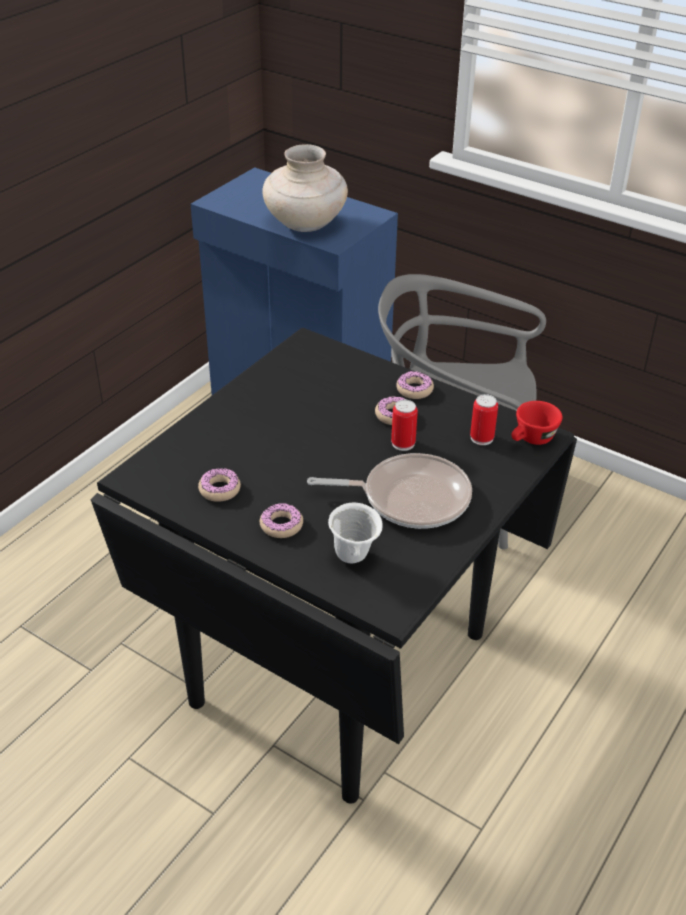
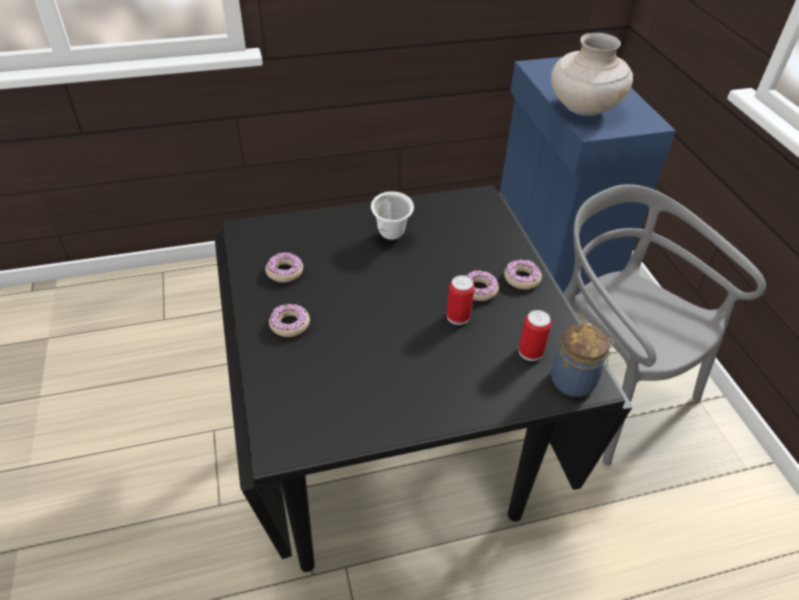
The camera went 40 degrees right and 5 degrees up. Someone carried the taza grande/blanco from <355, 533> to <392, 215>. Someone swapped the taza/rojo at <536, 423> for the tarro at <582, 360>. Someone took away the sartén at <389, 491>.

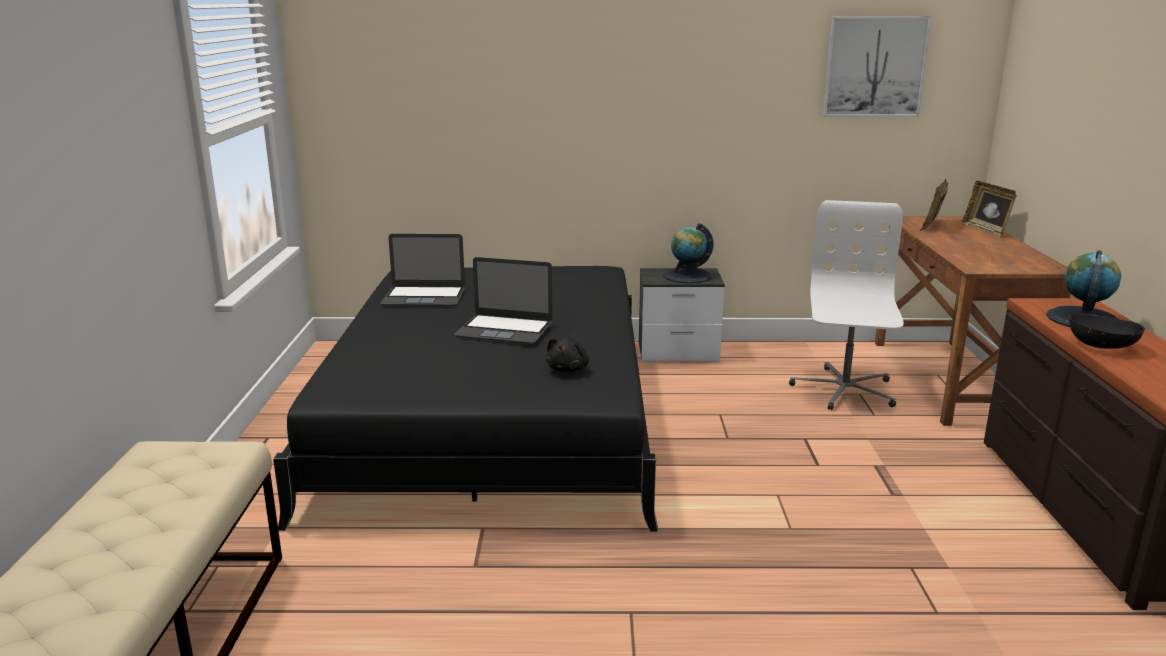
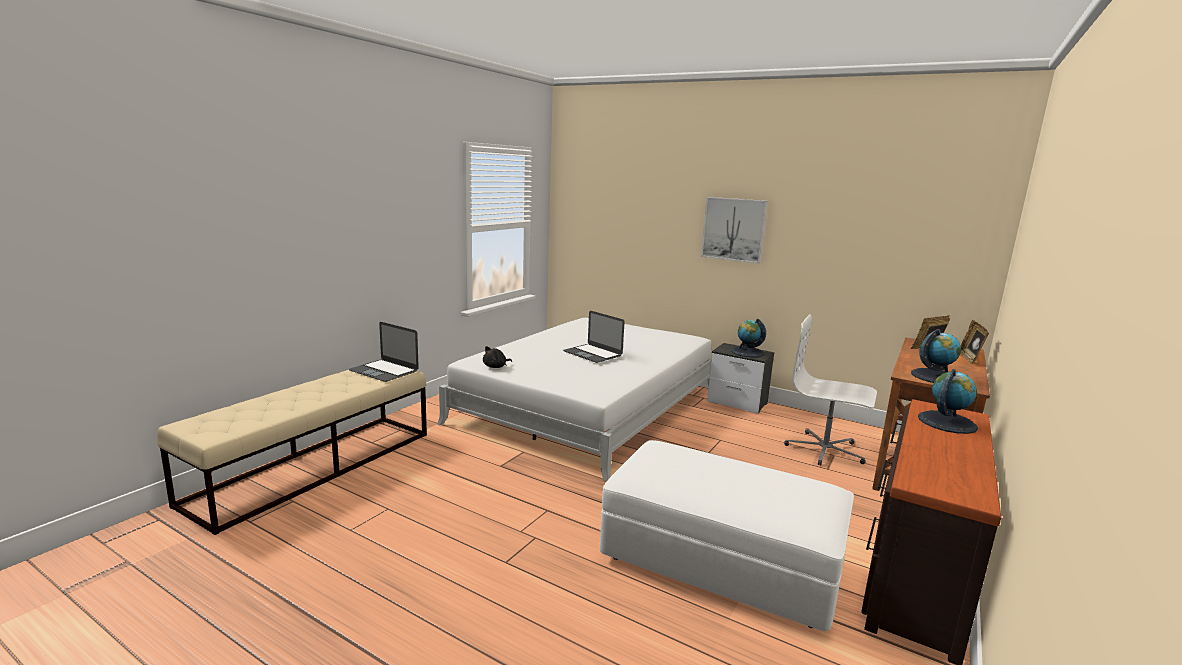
The camera went 30 degrees right and 5 degrees down. Someone carried the portátil from <422, 270> to <384, 352>. Someone repainted the cama/negro at <465, 399>, which became the cama/blanco at <574, 400>. Someone carried the peluche/negro from <568, 355> to <497, 357>. Someone put down the puf/blanco at <727, 535>. Someone carried the cuadro from <877, 67> to <734, 230>. Someone rotated the silla de oficina/blanco at <846, 305> by 105 degrees counterclockwise. Someone put down the globo terráqueo at <936, 356>. Someone took away the cuenco/negro at <1107, 331>.

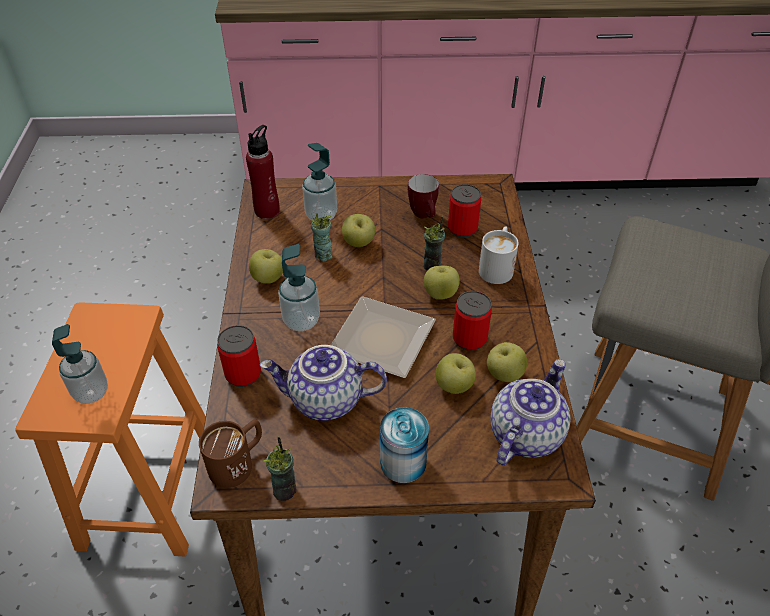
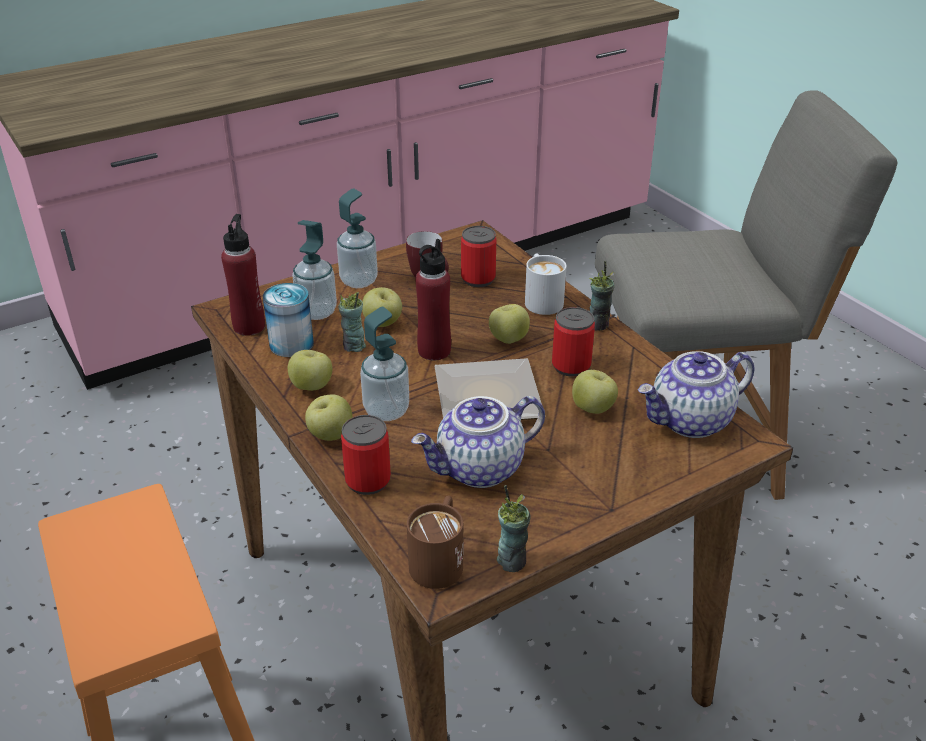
The camera went 30 degrees left and 10 degrees down. Someone carried the lata from <404, 445> to <288, 320>. Someone carried the manzana from <507, 362> to <328, 418>. Someone carried the dispensador de jabón from <80, 364> to <357, 238>. Someone put down the botella/rojo at <433, 300>. Someone carried the taza from <434, 243> to <602, 296>. Someone rotated the tetera at <531, 412> by 120 degrees counterclockwise.

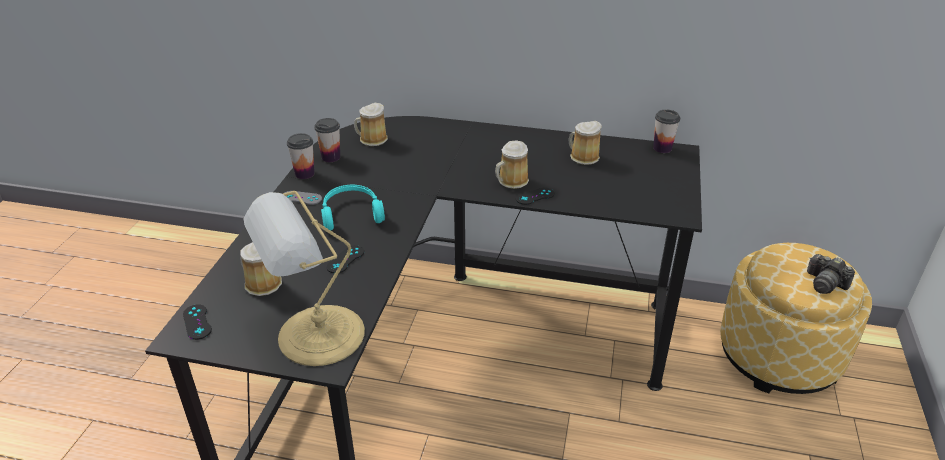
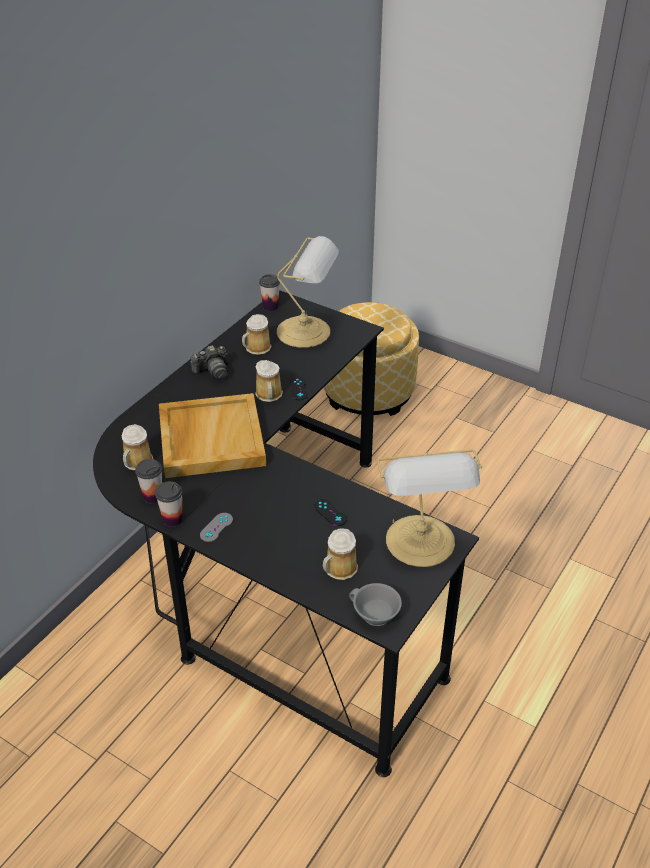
The camera went 70 degrees left and 5 degrees up. Someone put down the bandeja/beis at <212, 435>. Someone carried the cámara from <831, 274> to <209, 362>. Someone put down the lámpara de mesa at <308, 292>. Someone swapped the mando de consola/negro at <197, 322> for the taza/gris at <375, 604>. Someone took away the auriculares/turquesa at <353, 207>.

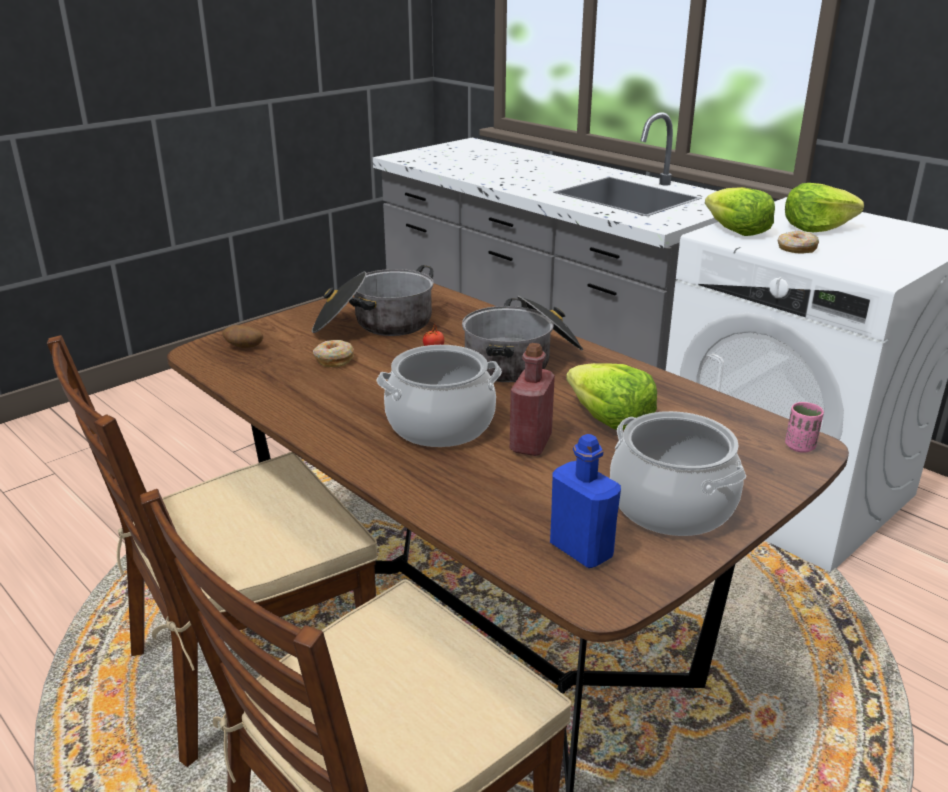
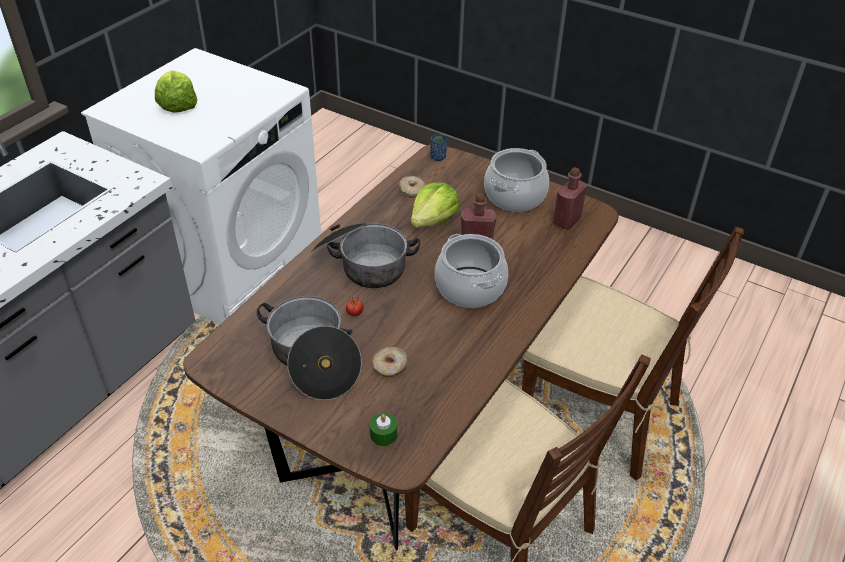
The camera went 105 degrees left and 15 degrees up. Someone swapped the patata at <242, 336> for the vela/verde at <383, 429>. Someone carried the rosquilla from <798, 242> to <412, 187>. Someone repainted the taza/rosa at <804, 427>, which became the taza/azul at <438, 147>. Someone repainted the botella/azul at <585, 501>, which became the botella/rojo at <570, 198>. Someone took away the lechuga at <740, 211>.

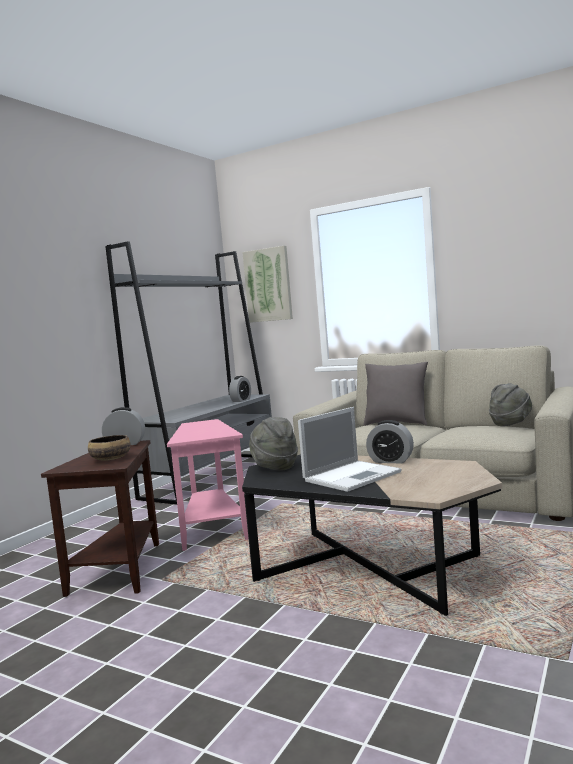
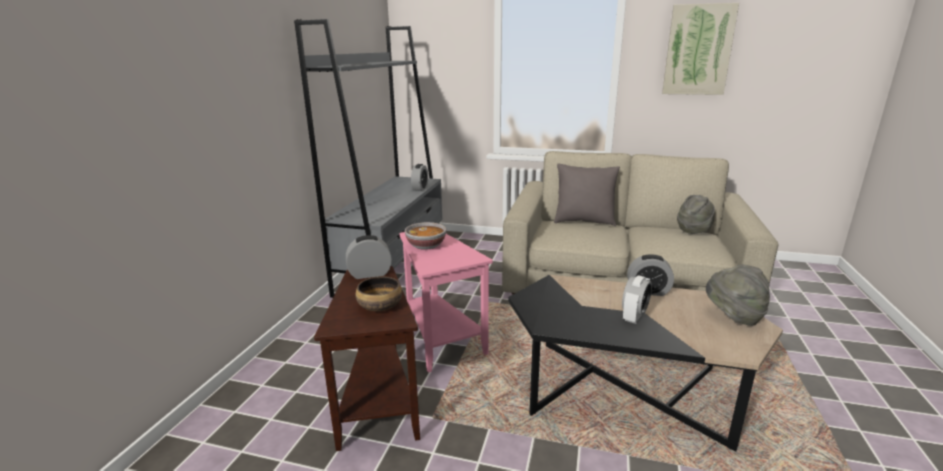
The camera went 15 degrees left and 15 degrees up. Someone put down the cuenco at <425, 236>. Someone swapped the portátil at <349, 449> for the despertador at <637, 299>. Someone carried the cuadro from <267, 284> to <700, 49>. Someone carried the sombrero/gris from <273, 444> to <738, 295>.

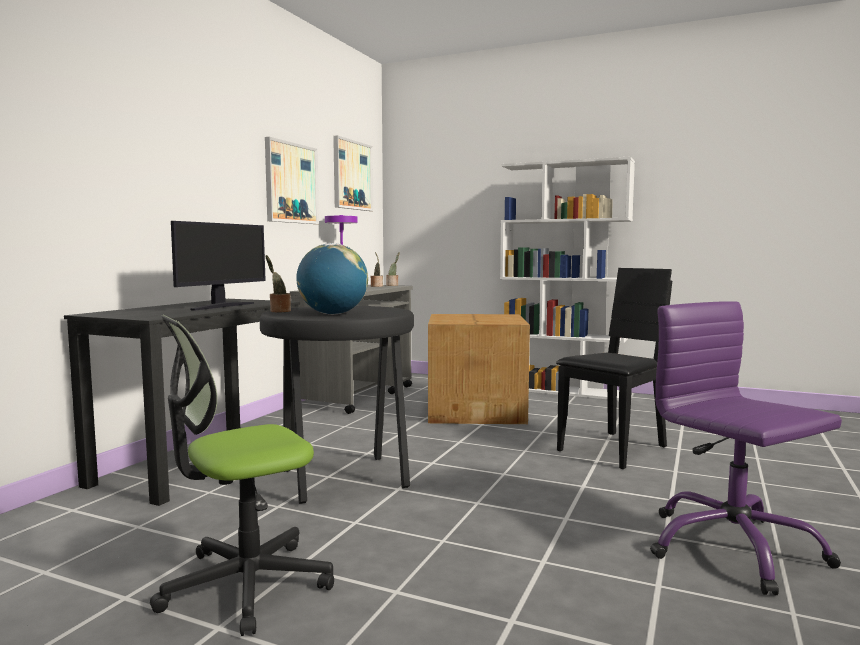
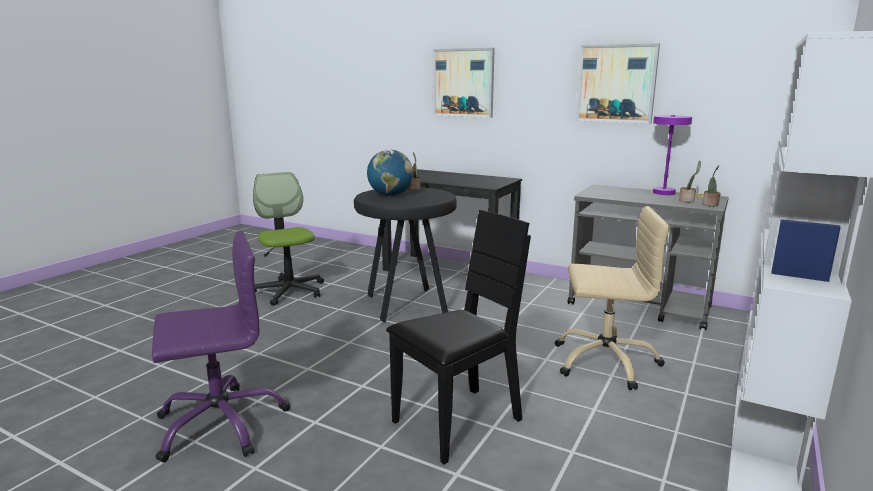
The camera went 95 degrees right and 10 degrees up. Someone rotated the silla/negro at <614, 368> by 90 degrees counterclockwise. Someone carried the cuadro from <353, 173> to <464, 83>. Someone swapped the caja de cartón at <479, 369> for the silla de oficina/beis at <612, 298>. Someone took away the monitor at <218, 266>.

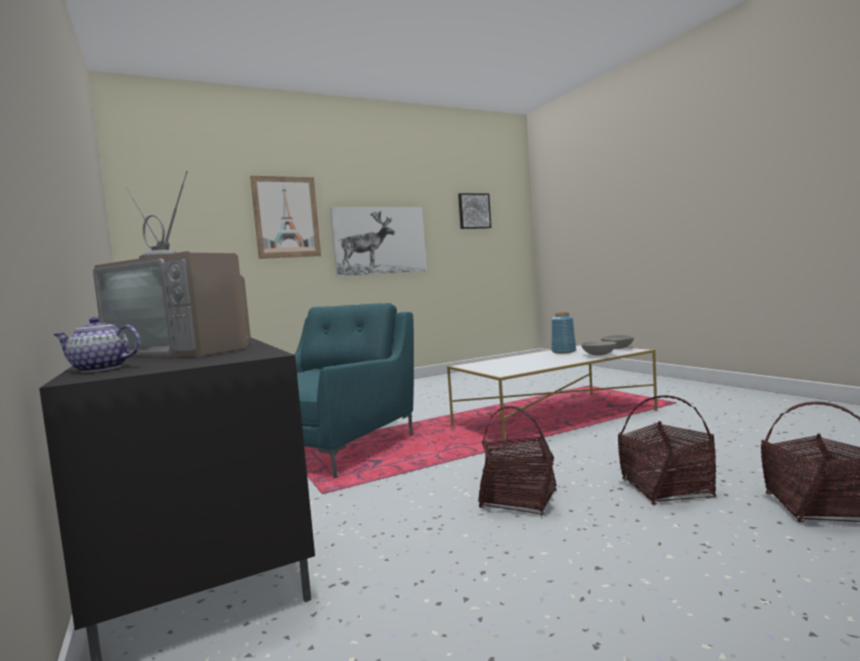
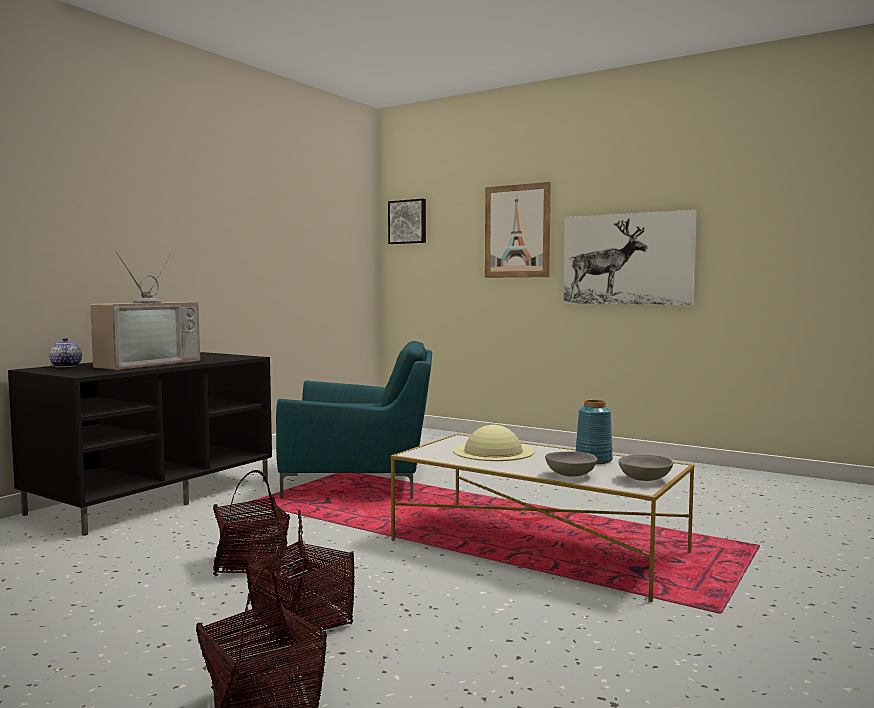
The camera went 60 degrees right and 0 degrees up. Someone rotated the televisor at <172, 263> by 150 degrees counterclockwise. Someone carried the cuadro from <474, 211> to <407, 221>. Someone put down the sombrero/beis at <493, 443>.

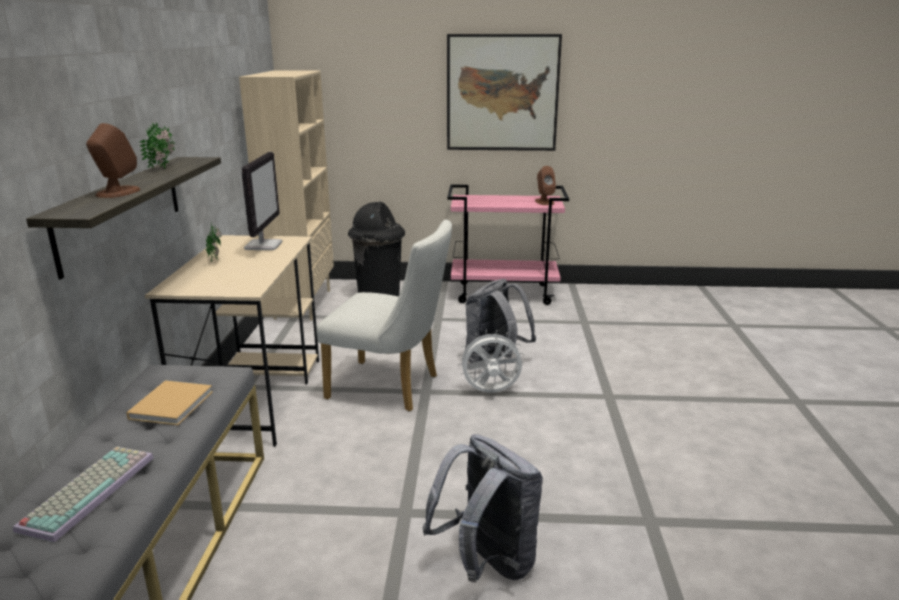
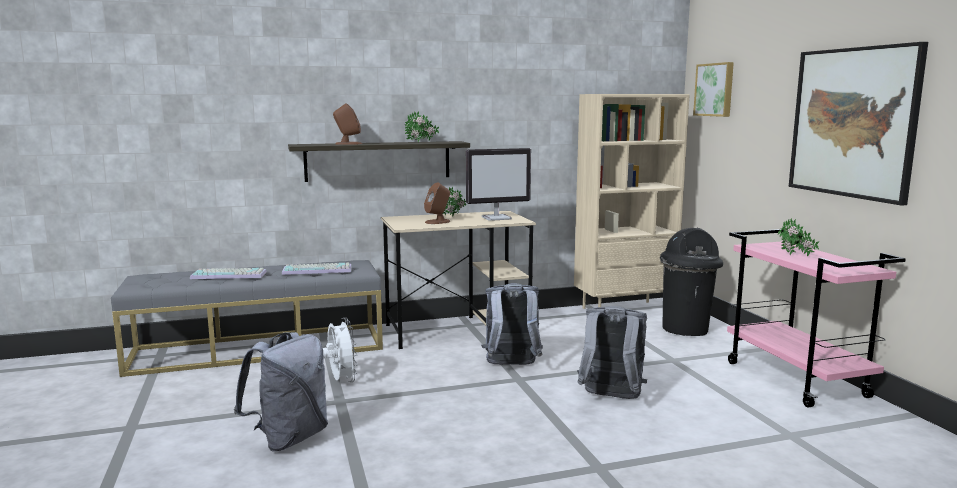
The camera went 70 degrees right and 10 degrees down. Someone swapped the libro/beis at <169, 403> for the teclado at <317, 269>. Someone carried the ventilador/blanco from <491, 361> to <340, 350>. Someone carried the altavoz/marrón from <545, 185> to <437, 203>. Someone swapped the silla/blanco at <384, 316> for the mochila/gris at <512, 324>. Someone put up the cuadro at <713, 89>. Someone put down the planta en maceta at <798, 237>.

